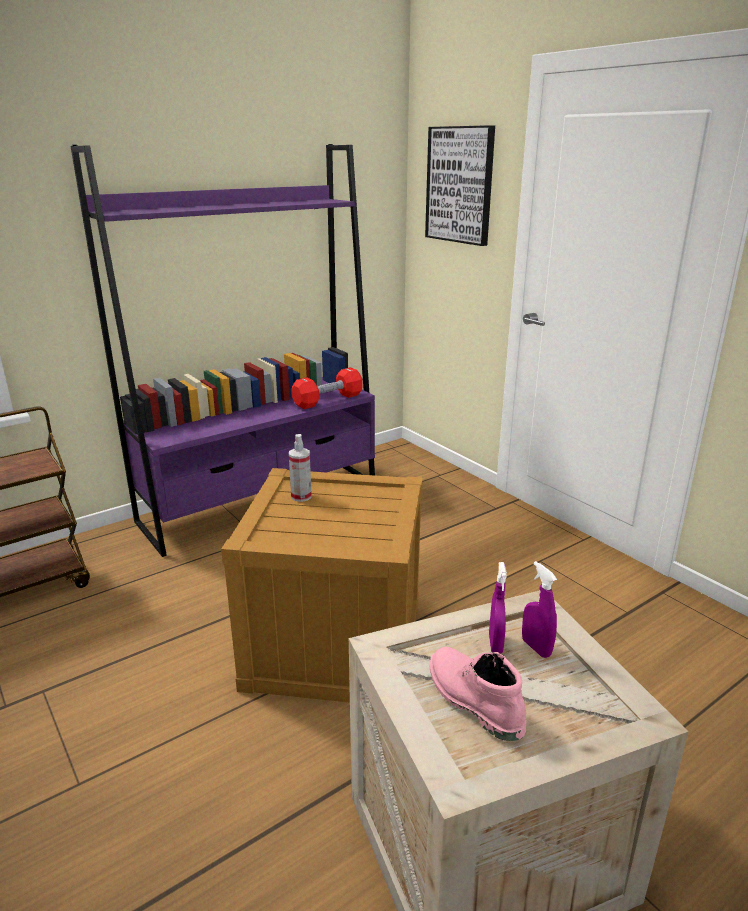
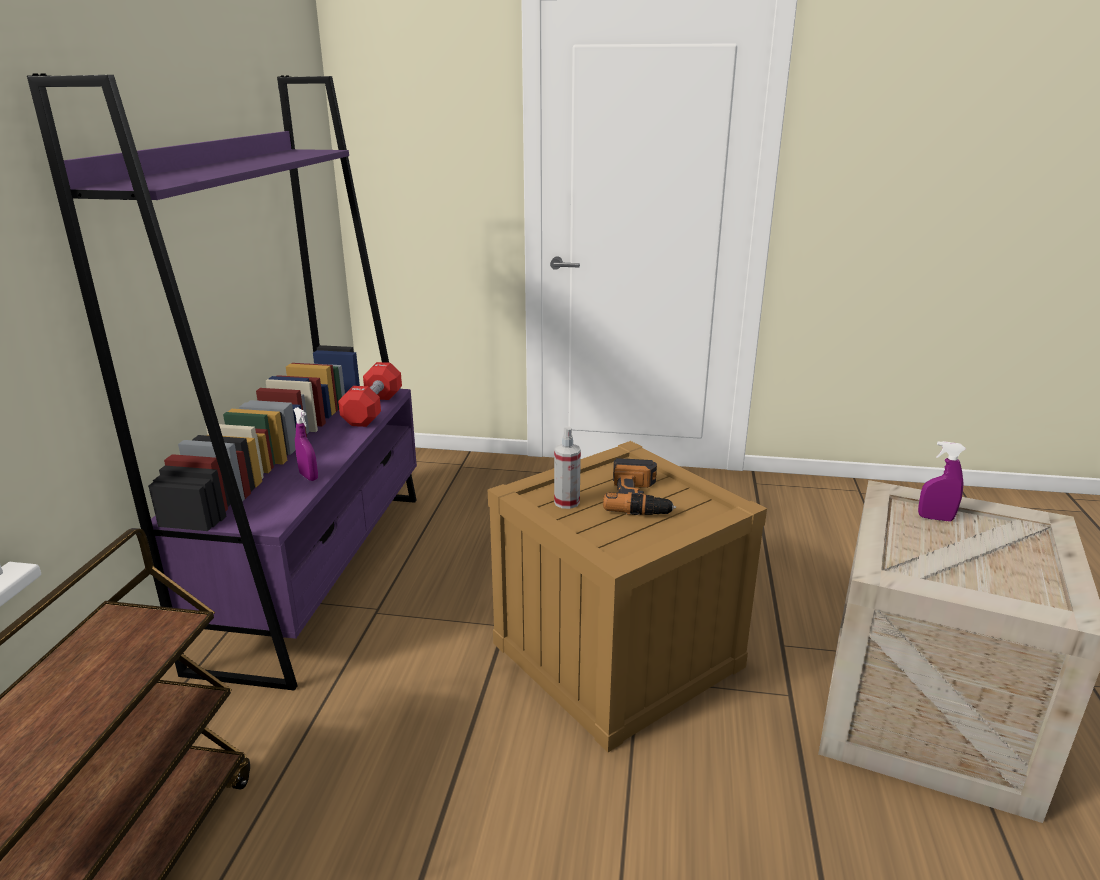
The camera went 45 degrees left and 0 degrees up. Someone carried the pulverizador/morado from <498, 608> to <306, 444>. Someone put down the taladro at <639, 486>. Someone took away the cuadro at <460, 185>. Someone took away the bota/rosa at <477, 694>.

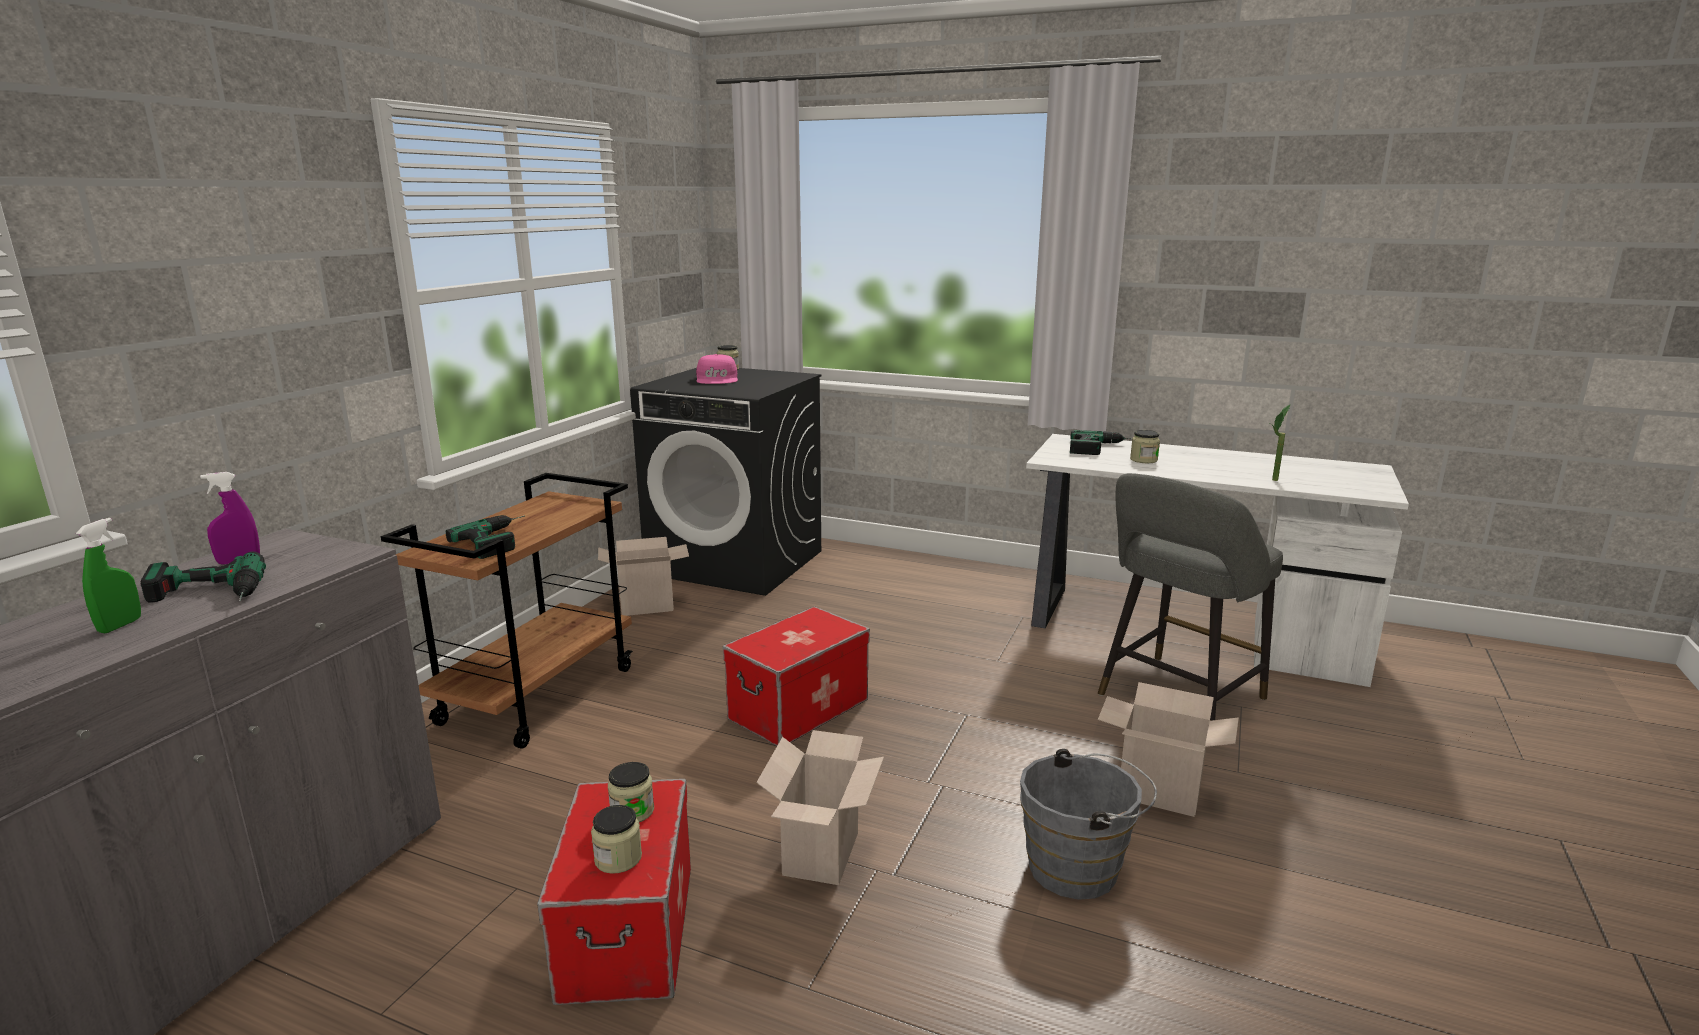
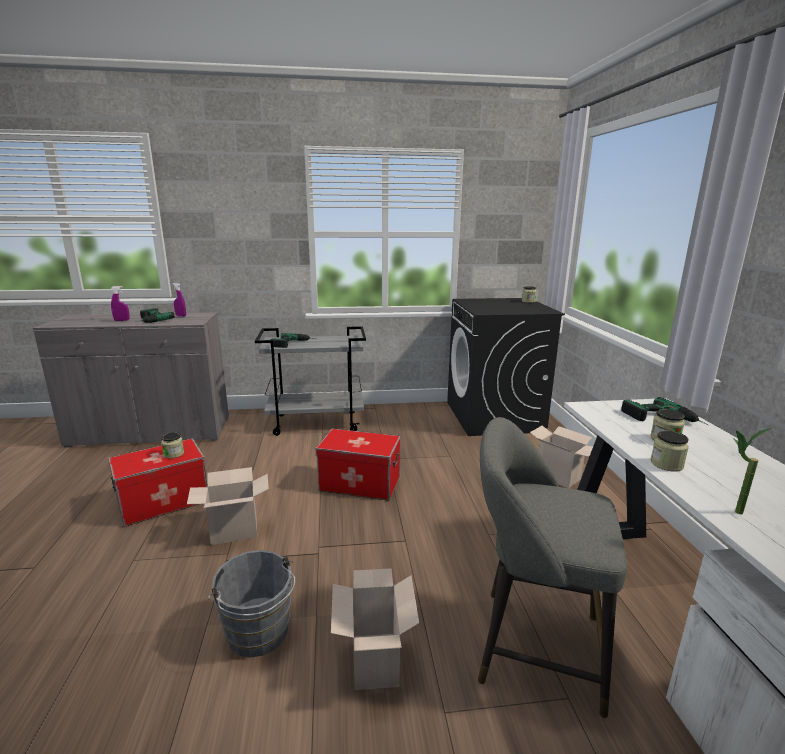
The camera went 60 degrees right and 0 degrees up. Someone repainted the pulverizador/verde at <108, 575>, which became the pulverizador/morado at <120, 303>. Someone repainted the carrito/marrón at <507, 611>, which became the carrito/gris at <310, 381>. Someone carried the caja de cartón from <643, 576> to <561, 457>. Someone carried the tarro from <616, 839> to <669, 450>. Someone took away the gorra/rosa at <717, 369>.

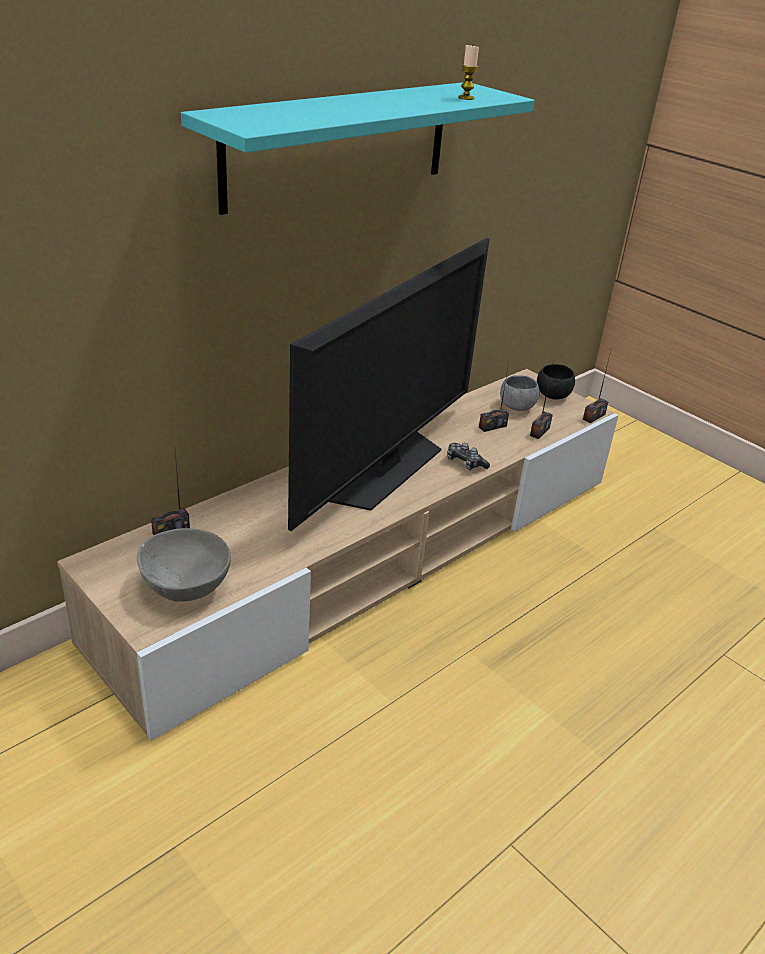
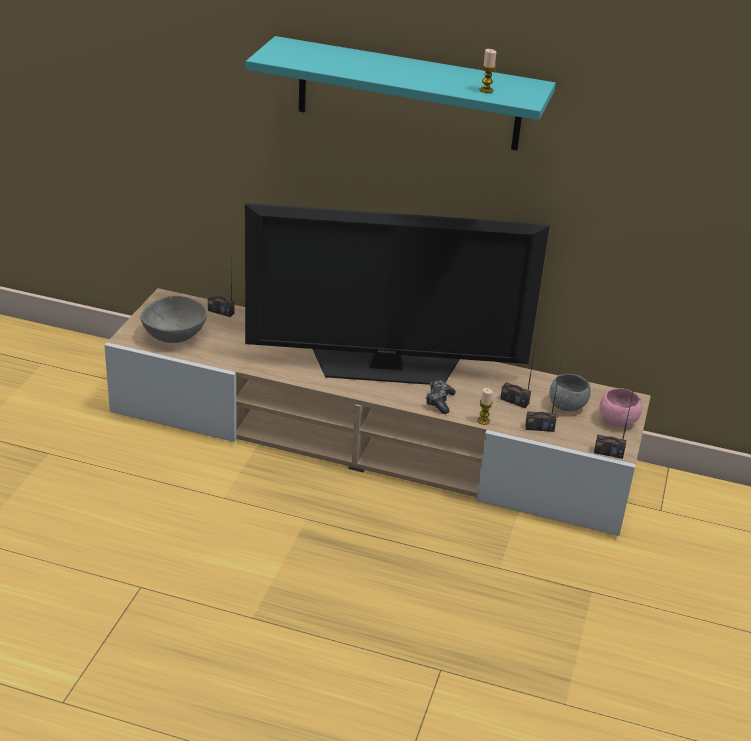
The camera went 60 degrees right and 0 degrees up. Someone put down the vela at <485, 406>. Someone repainted the cuenco/negro at <556, 381>, which became the cuenco/rosa at <621, 407>.

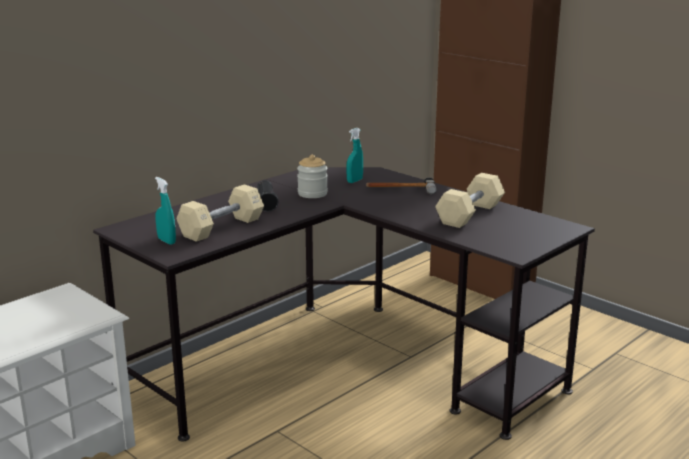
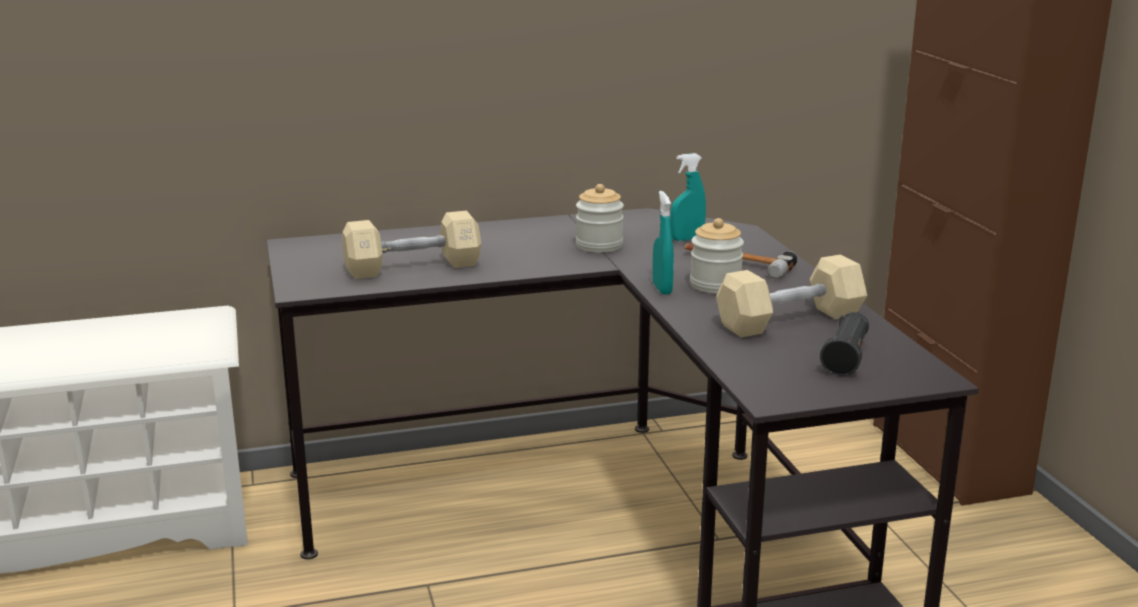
The camera went 30 degrees right and 0 degrees up. Someone carried the pulverizador/turquesa from <165, 211> to <663, 243>. Someone put down the tarro at <717, 255>. Someone carried the linterna/negro from <267, 196> to <844, 344>.

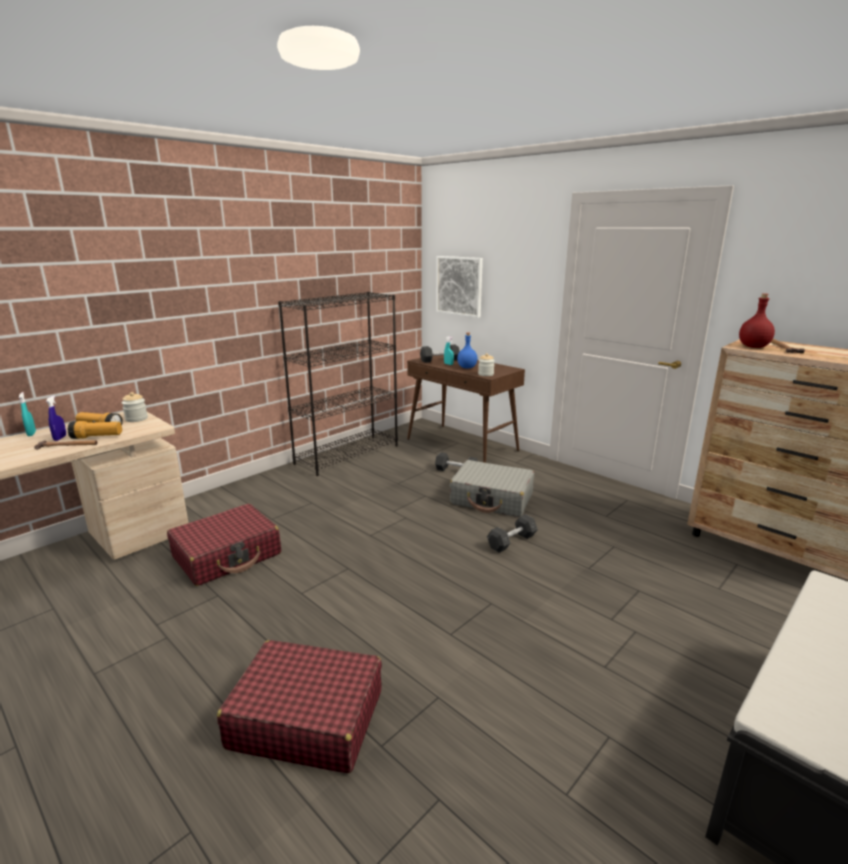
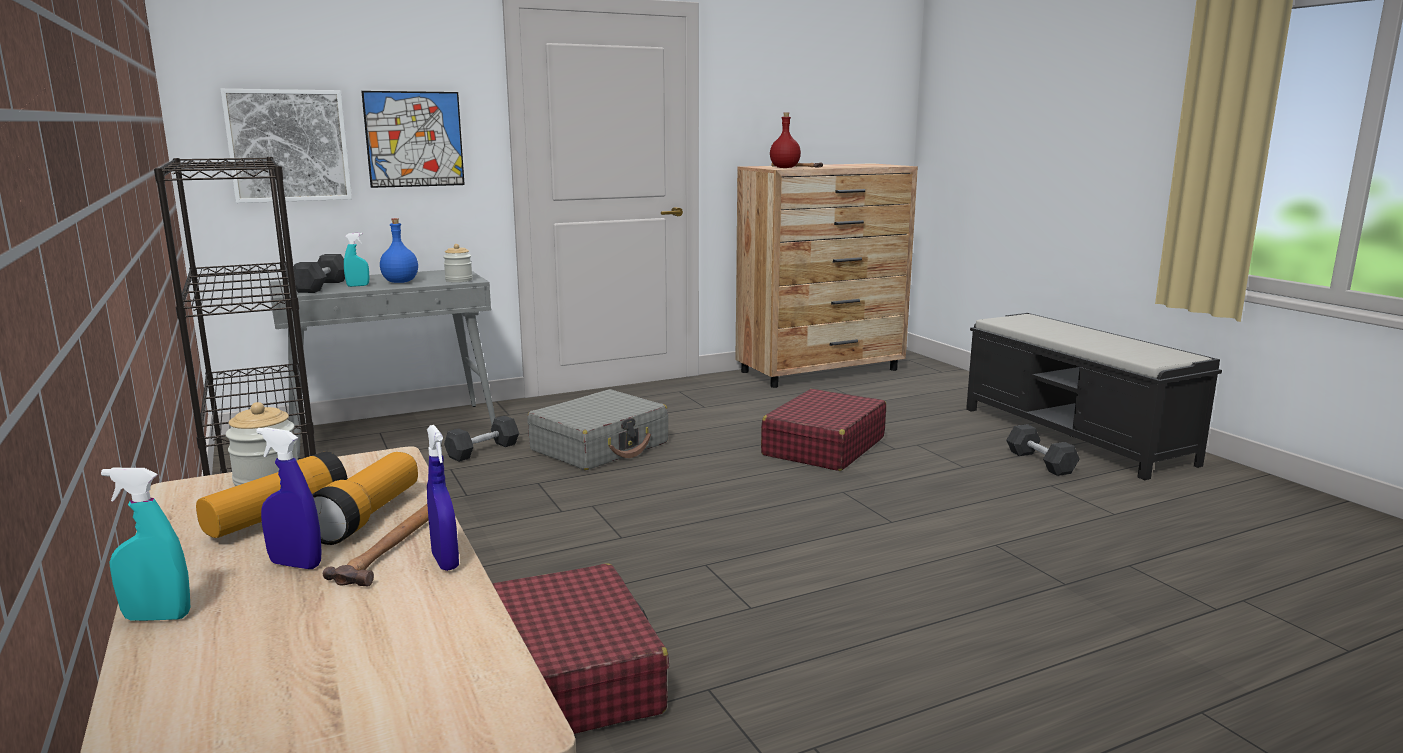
The camera went 70 degrees left and 5 degrees down. Someone repainted the mesa consola/marrón at <466, 409>, which became the mesa consola/gris at <382, 364>. Someone put up the cuadro at <413, 139>. Someone put down the pulverizador/azul at <443, 498>. Someone carried the maleta/rojo from <299, 706> to <823, 430>. Someone carried the mancuerna/gris from <512, 533> to <1043, 450>.

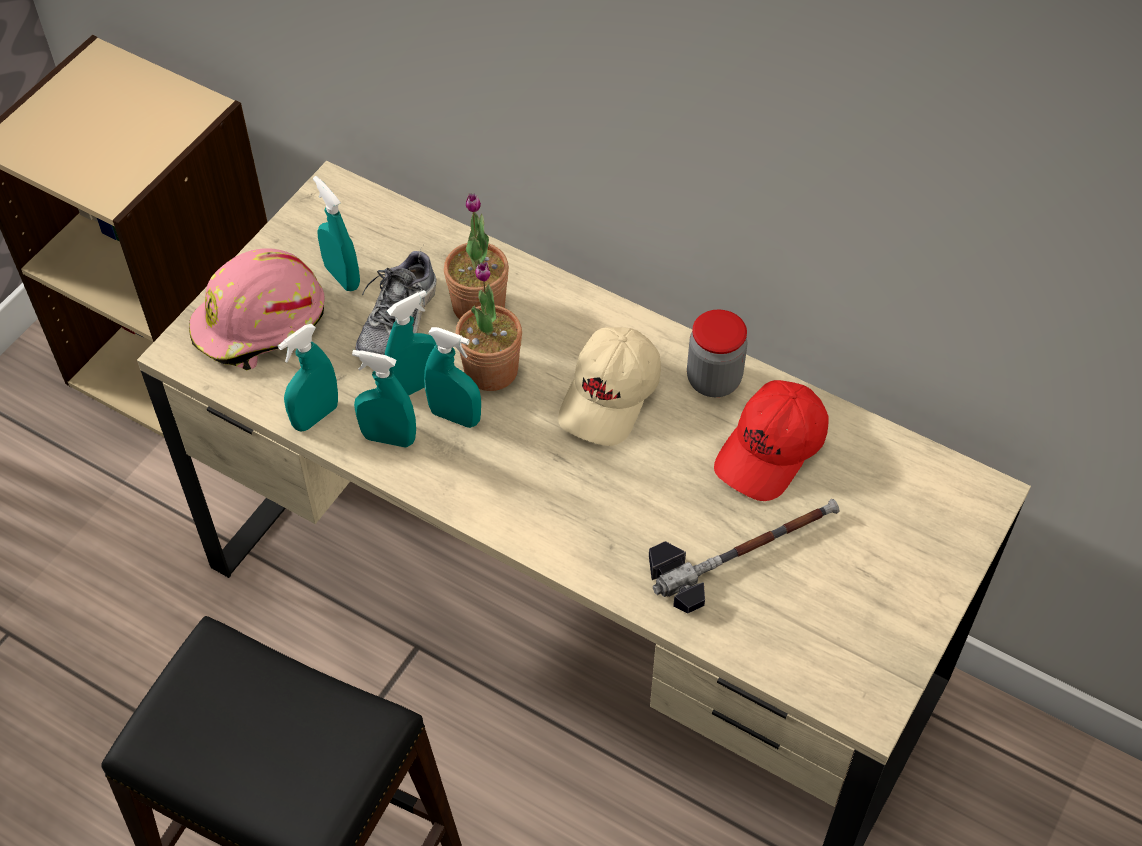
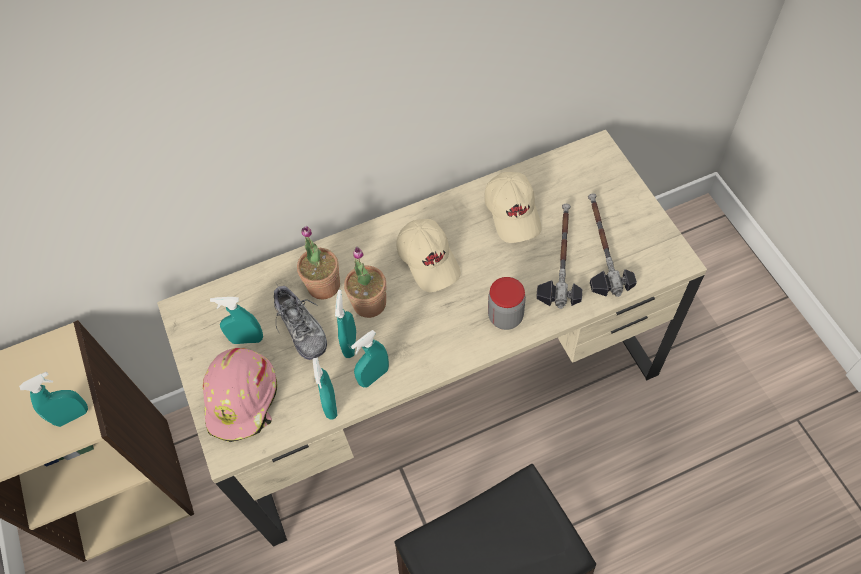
The camera went 50 degrees left and 5 degrees up. Someone carried the pulverizador/turquesa from <452, 377> to <53, 399>. Someone repainted the gorra/rojo at <771, 440>, which became the gorra/beis at <513, 207>. Someone carried the tarro from <717, 353> to <507, 303>. Someone put down the martillo at <612, 245>.

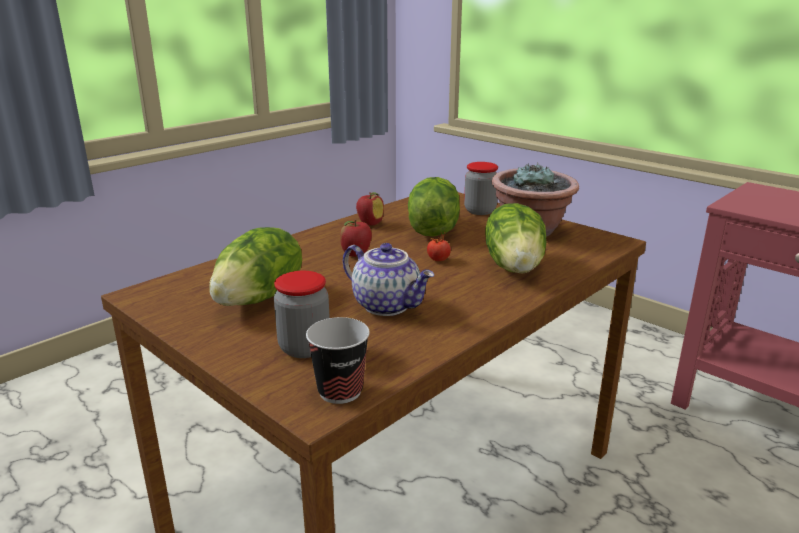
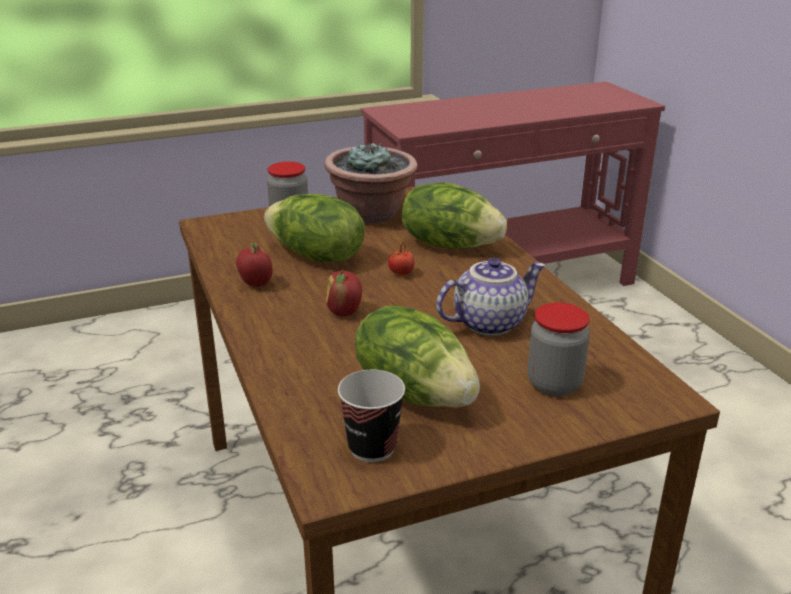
The camera went 65 degrees left and 5 degrees up. Someone carried the taza from <338, 360> to <371, 416>.

